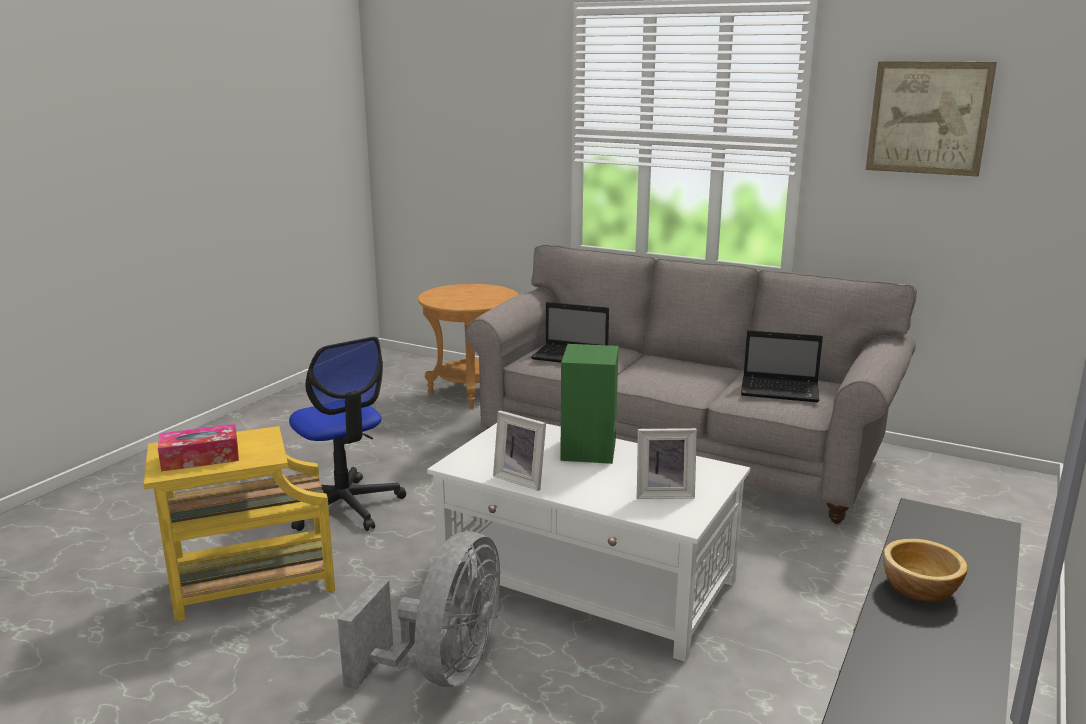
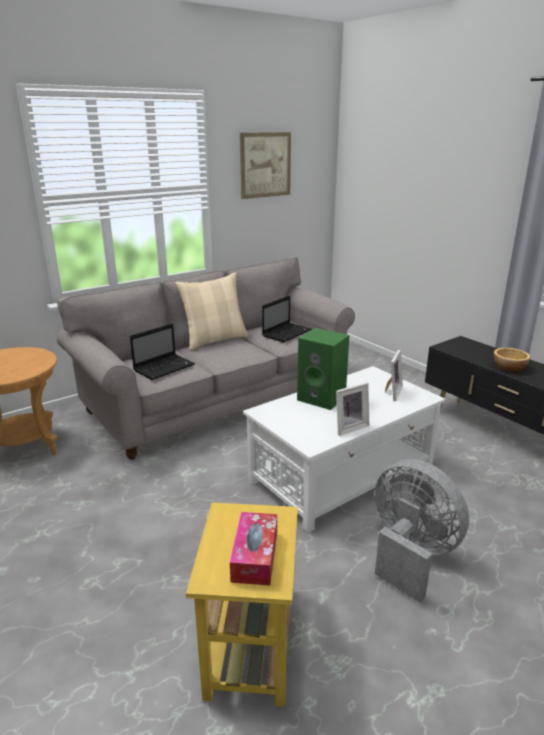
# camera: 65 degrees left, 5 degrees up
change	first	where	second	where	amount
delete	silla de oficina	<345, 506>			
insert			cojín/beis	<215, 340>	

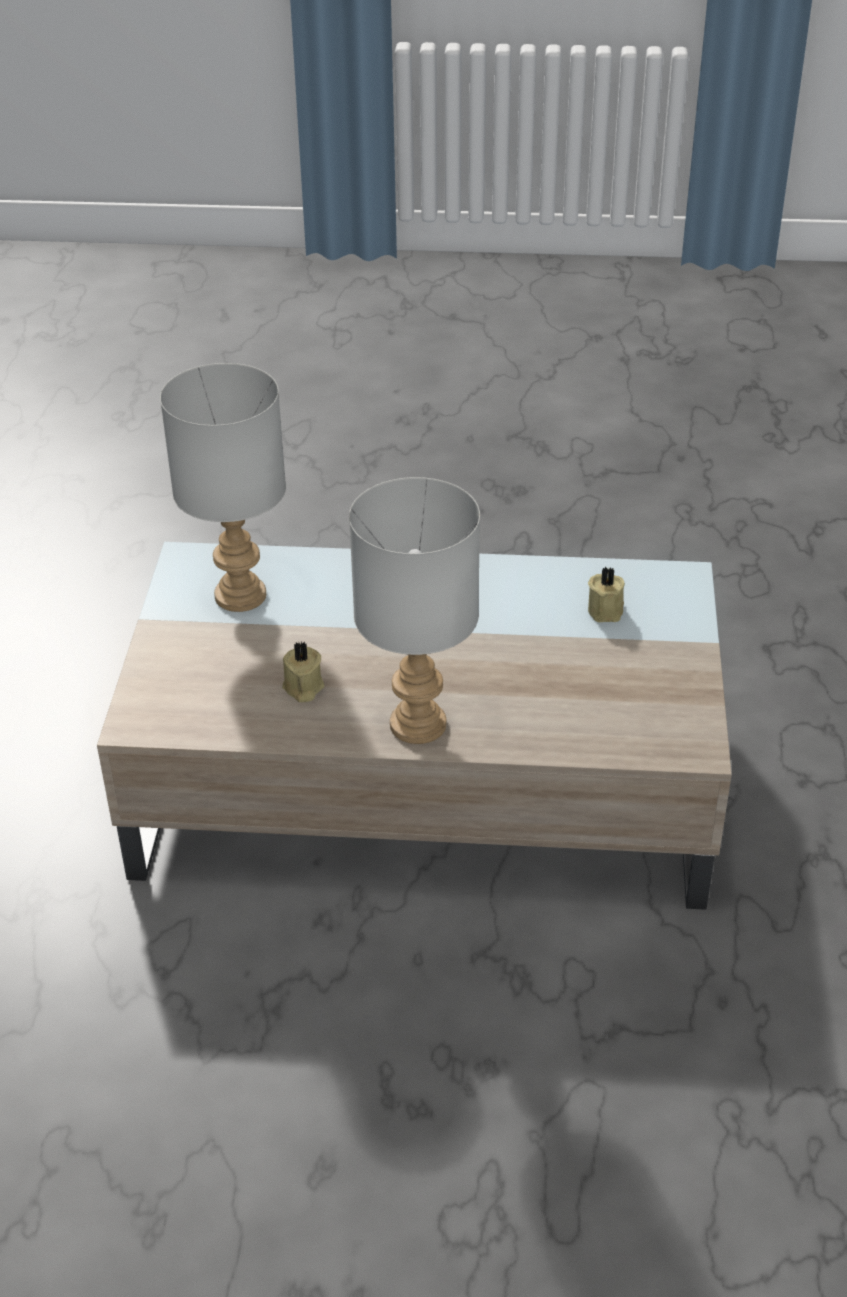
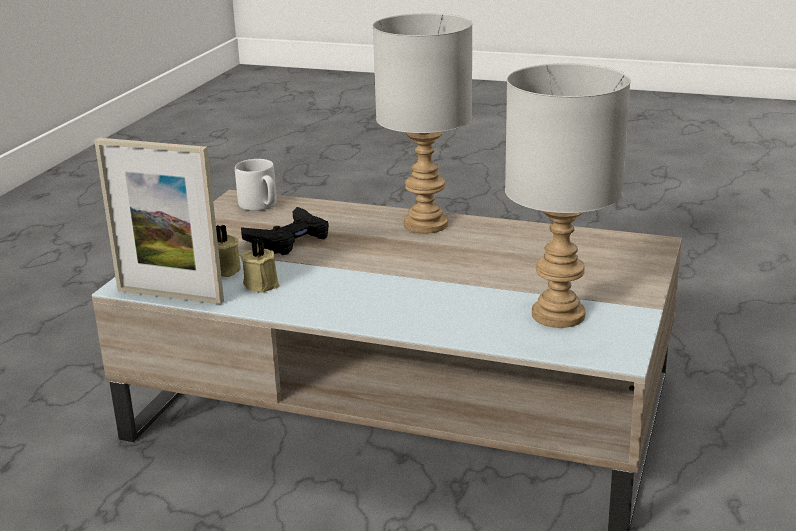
# camera: 165 degrees left, 15 degrees down
change	first	where	second	where	amount
insert			portarretratos	<170, 296>	
insert			taza grande/gris	<260, 205>	
insert			mando de consola/negro	<289, 239>	
move	vela/beis	<303, 688>		<262, 284>	

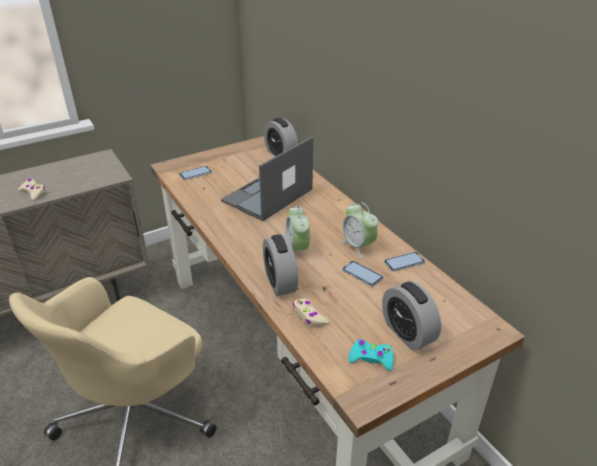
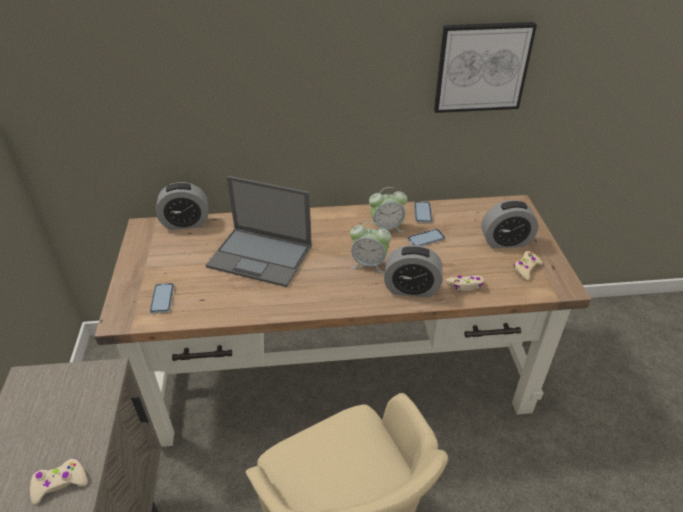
# camera: 65 degrees left, 5 degrees up
change	first	where	second	where	amount
insert			cuadro	<481, 67>	
recolor	mando de consola/turquesa	<371, 358>	mando de consola/beis	<526, 268>	
rotate	portátil	<267, 196>		<261, 256>	45 degrees counterclockwise

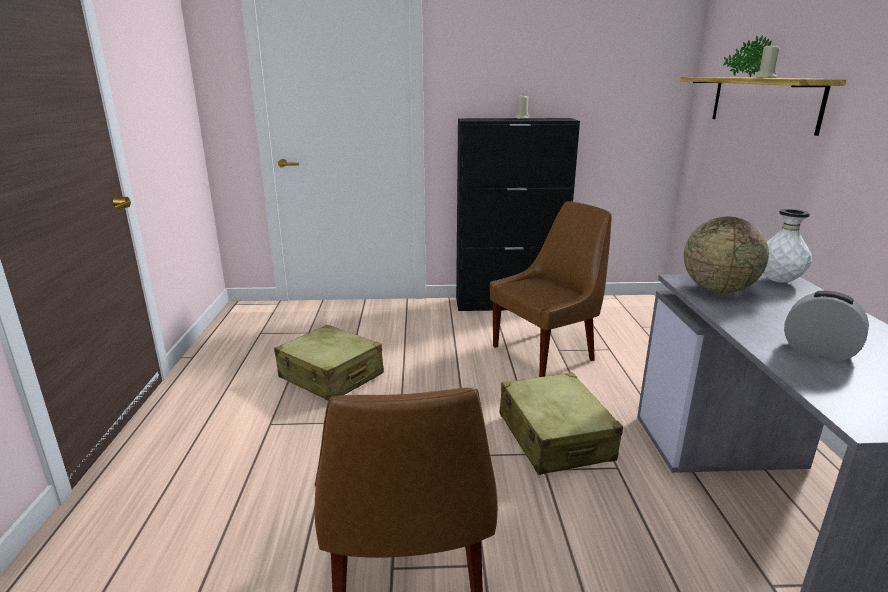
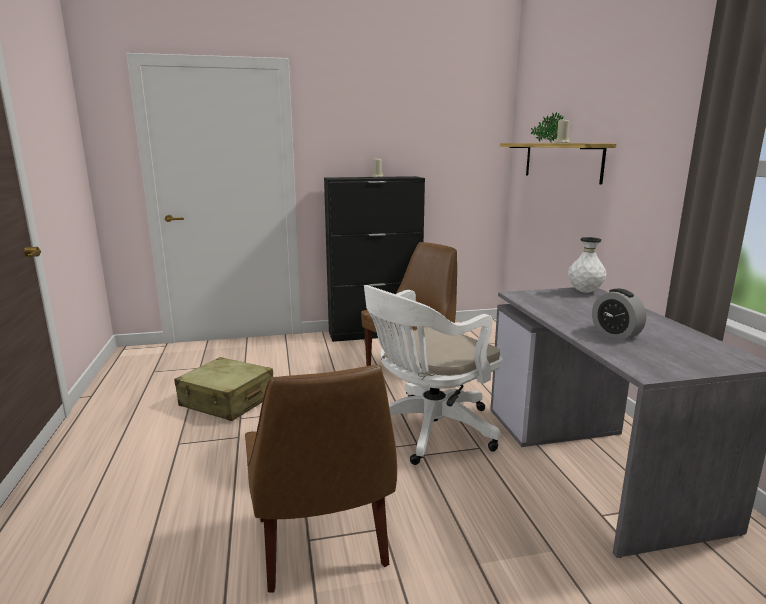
# camera: 10 degrees left, 5 degrees down
change	first	where	second	where	amount
delete	globo terráqueo	<718, 290>			
replace	maleta/beis	<555, 437>	silla de oficina/blanco	<427, 431>	
rotate	despertador	<818, 350>		<615, 333>	150 degrees counterclockwise

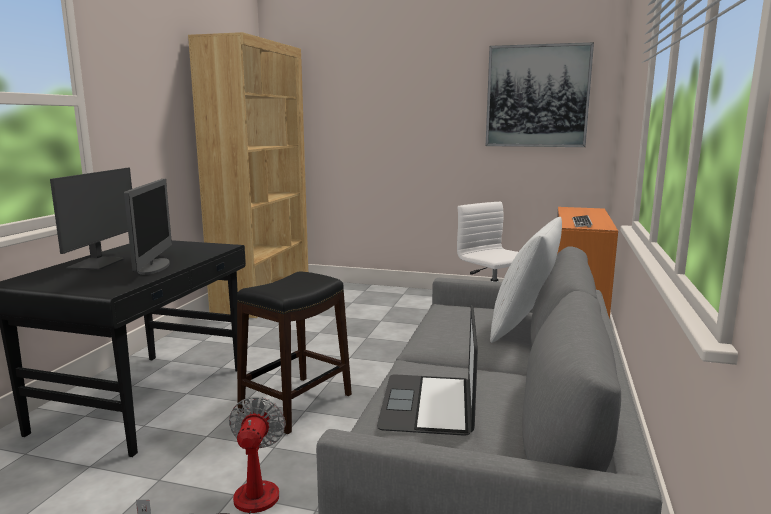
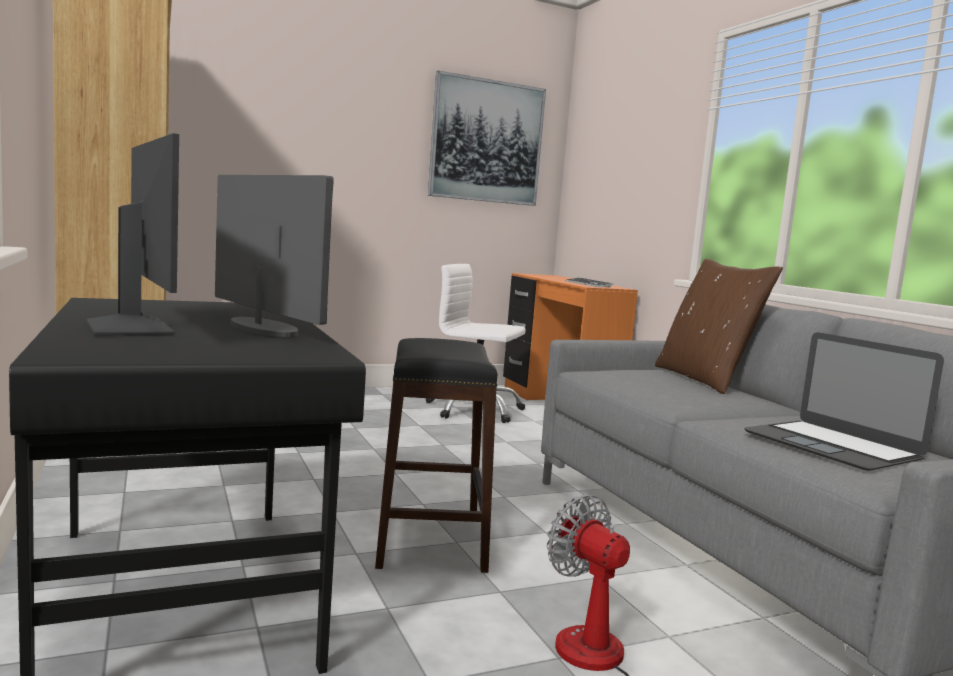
# camera: 40 degrees left, 5 degrees down
change	first	where	second	where	amount
recolor	cojín/blanco	<523, 327>	cojín/marrón	<705, 379>	

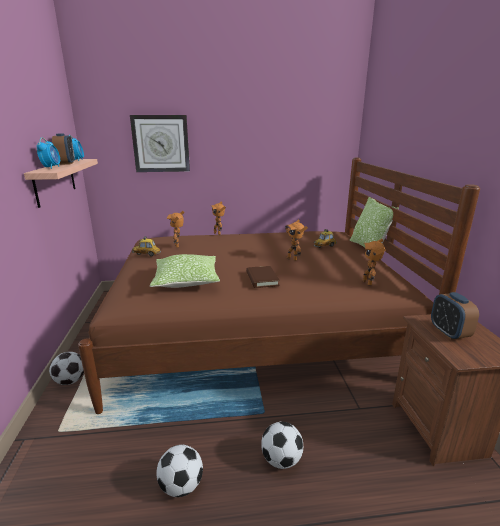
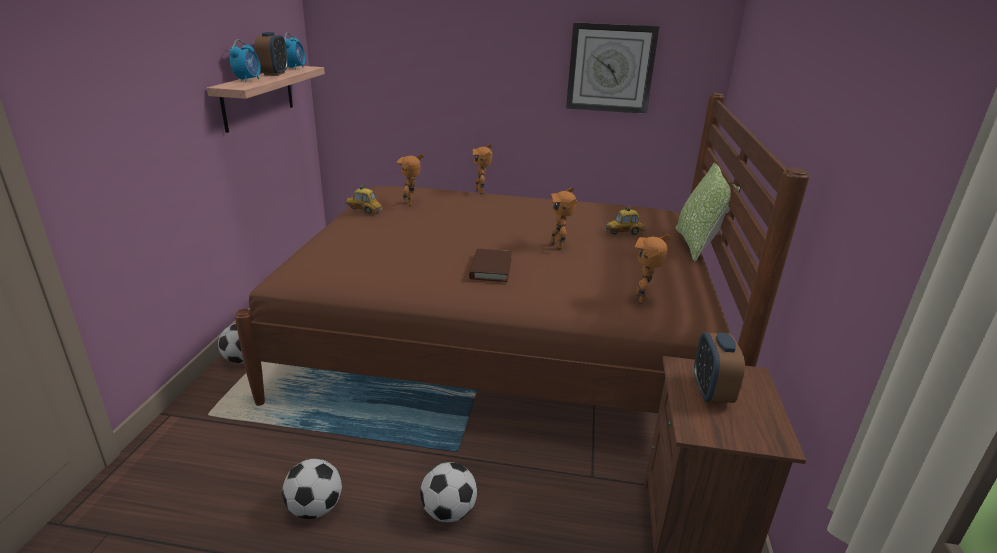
# camera: 15 degrees right, 5 degrees up
change	first	where	second	where	amount
delete	cojín	<186, 280>			
move	reloj de pared	<161, 144>		<610, 68>	

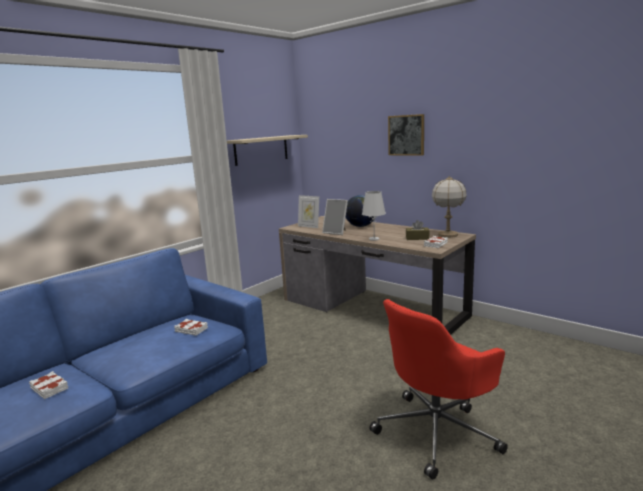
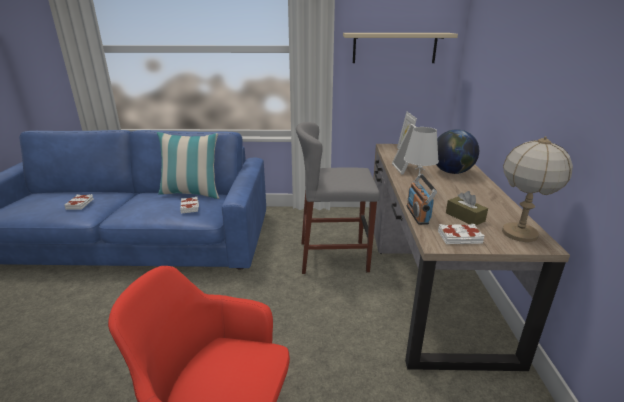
# camera: 50 degrees right, 10 degrees up
change	first	where	second	where	amount
delete	cuadro	<406, 135>			
insert			cojín	<191, 193>	
insert			taburete/gris	<333, 257>	
insert			radio	<417, 215>	

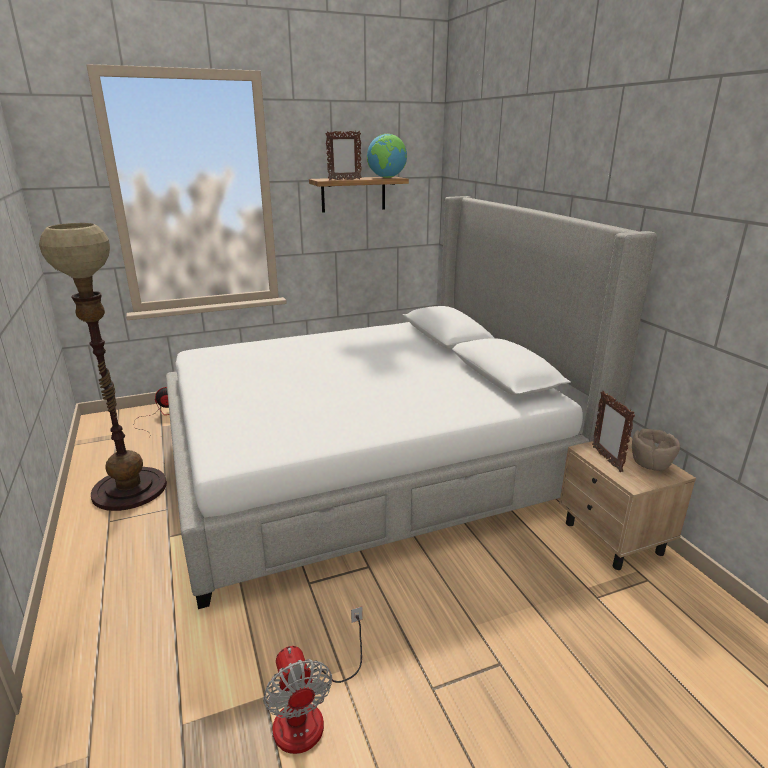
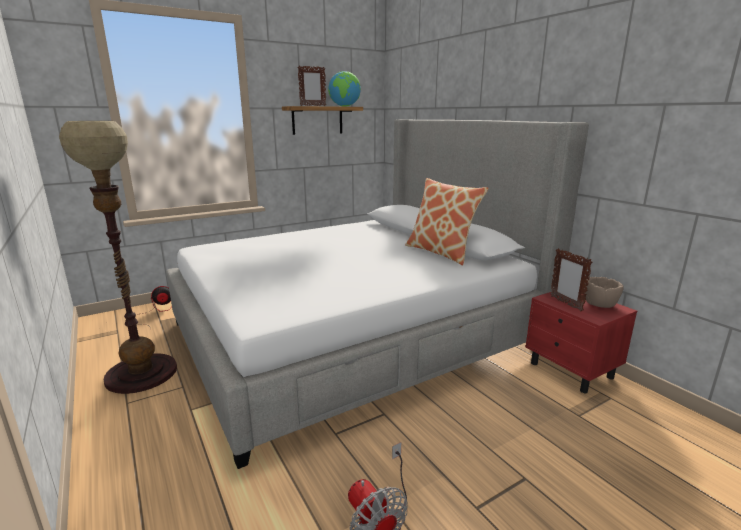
# camera: 10 degrees left, 5 degrees down
change	first	where	second	where	amount
insert			cojín	<441, 252>	
recolor	mesita de noche/beis	<613, 538>	mesita de noche/rojo	<571, 371>	

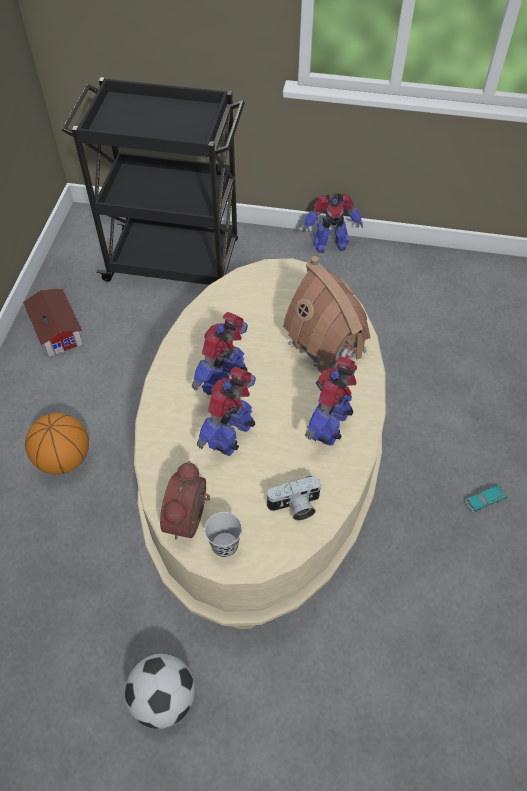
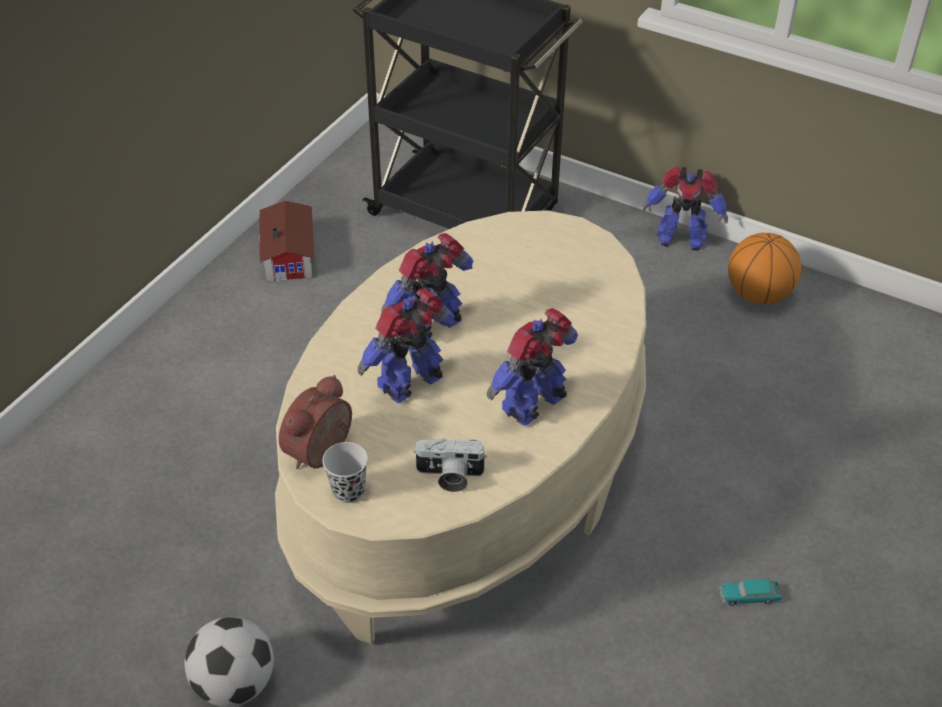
# camera: 20 degrees right, 10 degrees down
change	first	where	second	where	amount
delete	casita	<327, 346>			
move	balón de baloncesto	<64, 459>		<758, 295>	

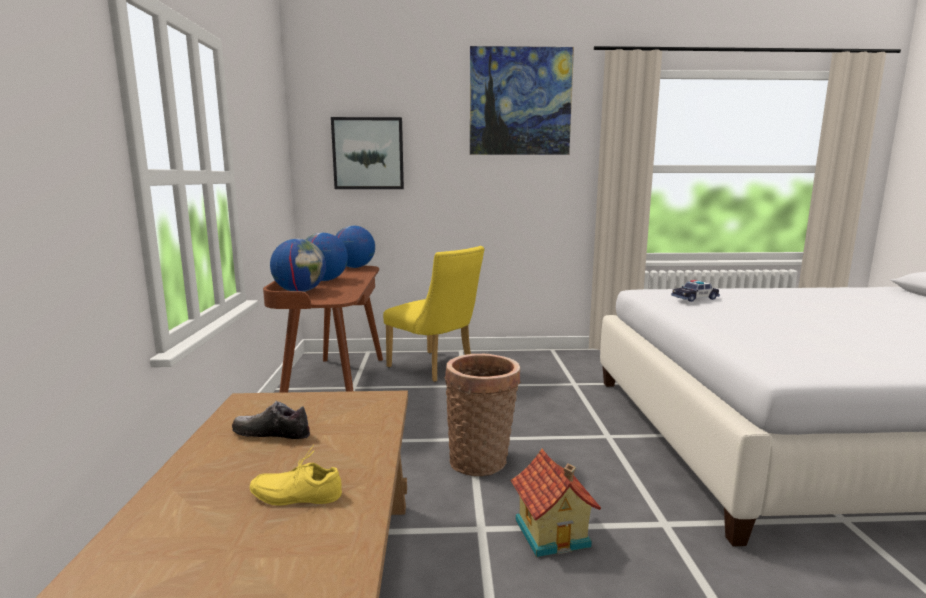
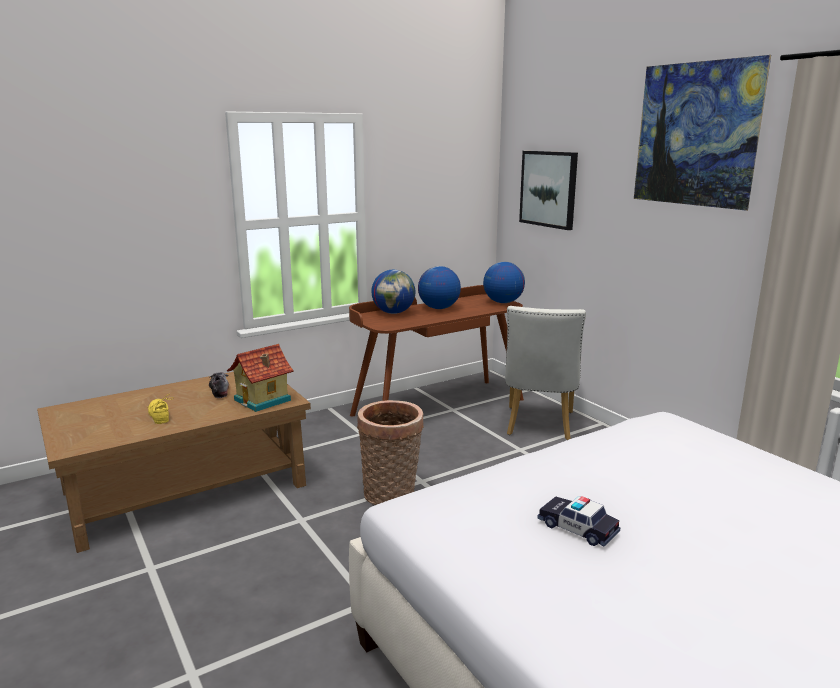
# camera: 60 degrees right, 5 degrees up
change	first	where	second	where	amount
move	casita	<553, 532>		<263, 400>	
move	coche de juguete	<695, 298>		<577, 528>	
recolor	silla/amarillo	<435, 368>	silla/blanco	<539, 426>	

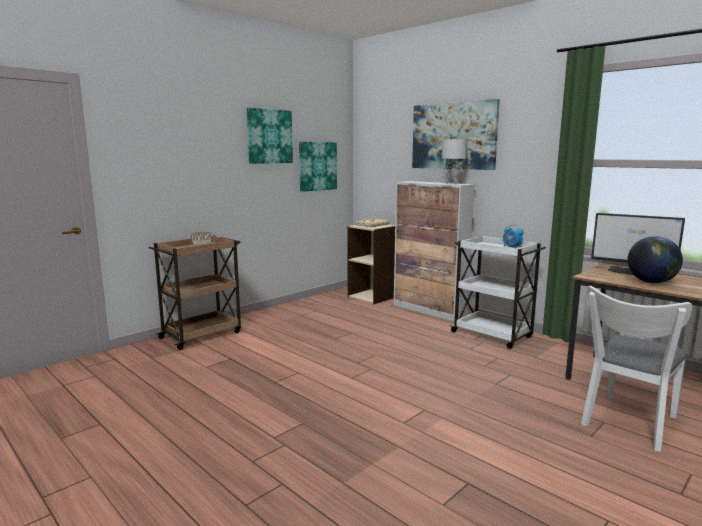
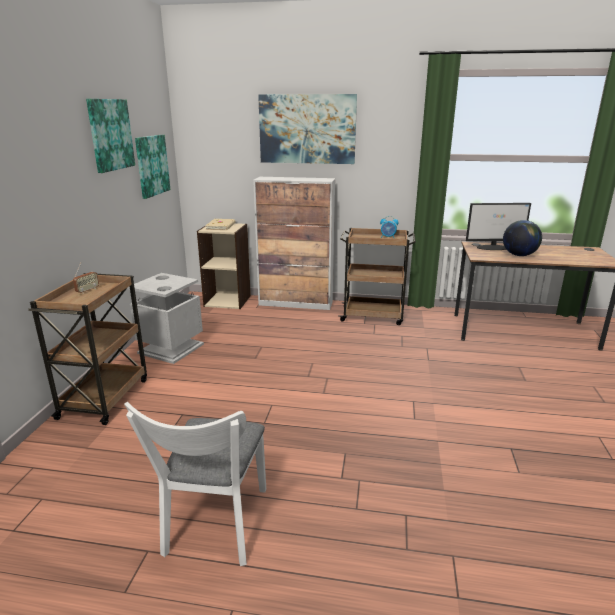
# camera: 35 degrees left, 10 degrees up
change	first	where	second	where	amount
delete	lámpara de mesa/gris	<452, 184>			
insert			papelera/gris	<171, 348>	
move	silla/blanco	<627, 424>		<215, 527>	
recolor	carrito/blanco	<493, 335>	carrito/marrón	<373, 316>	

